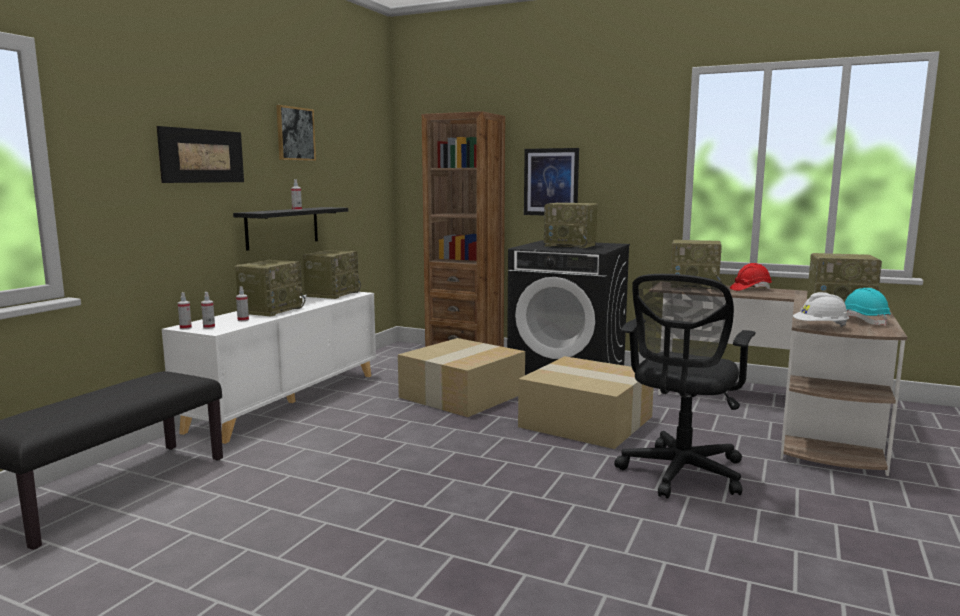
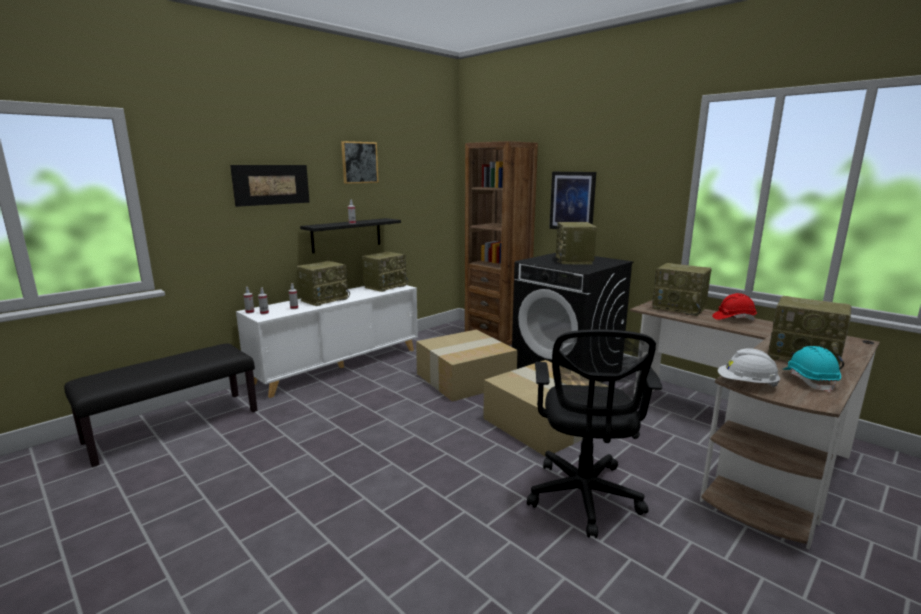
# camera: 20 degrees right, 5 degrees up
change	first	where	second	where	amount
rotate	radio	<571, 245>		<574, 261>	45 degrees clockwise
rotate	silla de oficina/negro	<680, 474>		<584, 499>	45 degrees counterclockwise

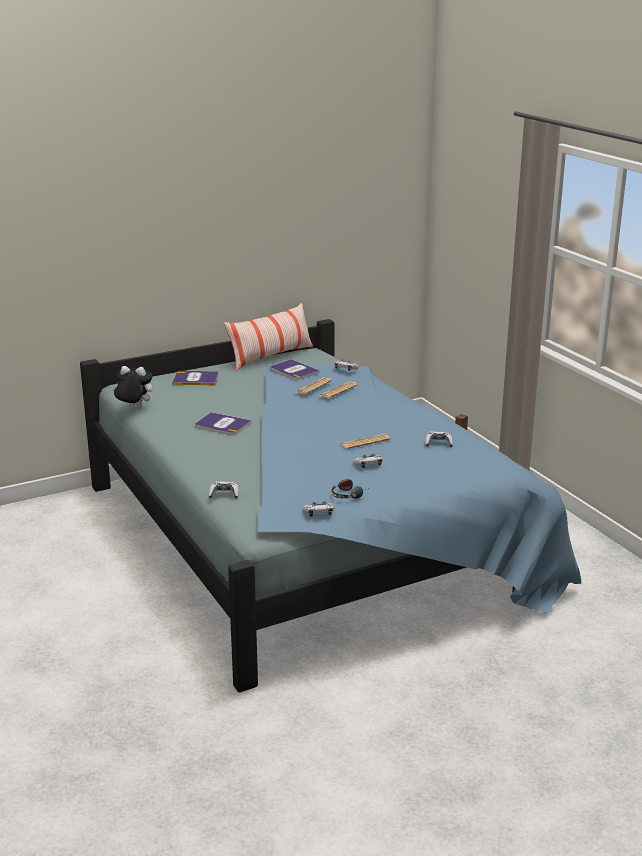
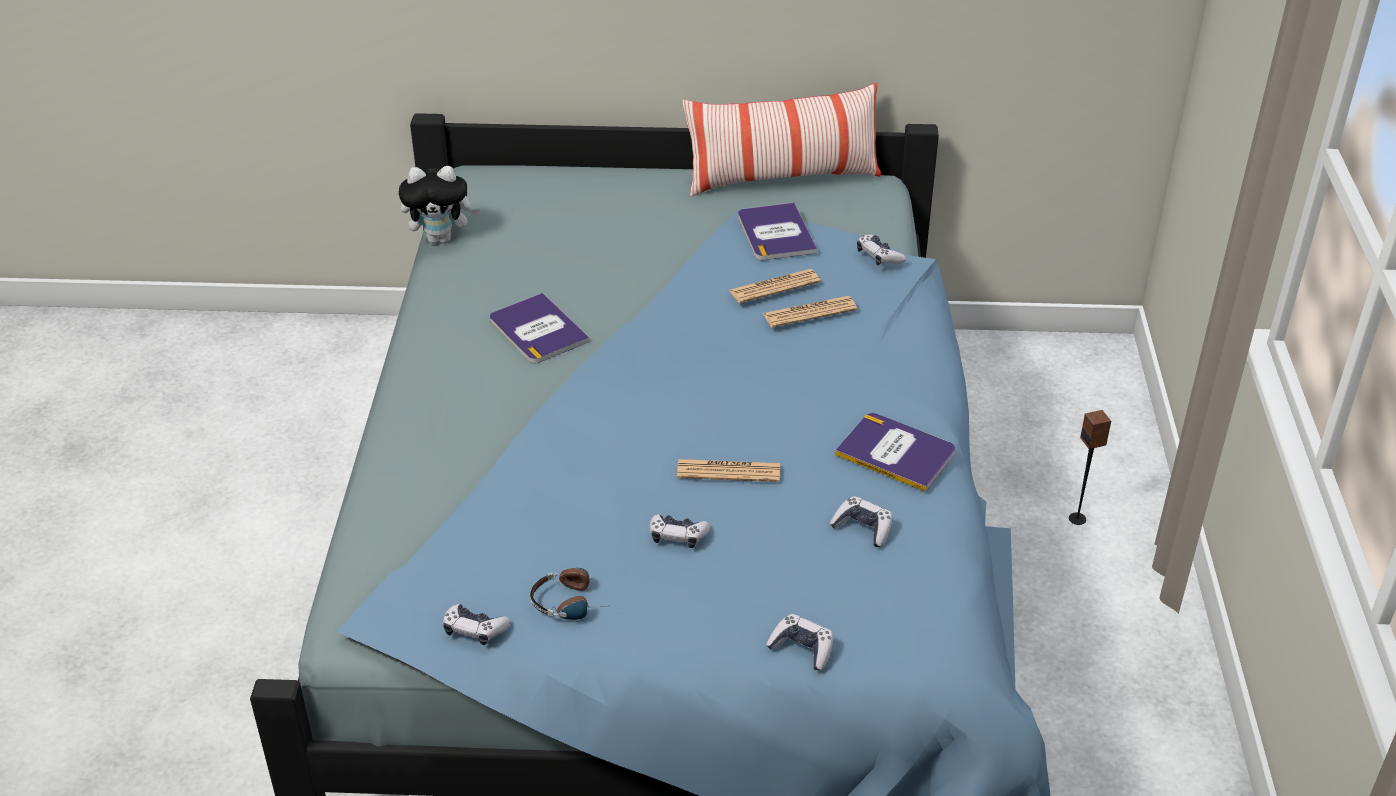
# camera: 30 degrees right, 15 degrees up
change	first	where	second	where	amount
move	libro	<196, 379>		<896, 452>	
move	mando de consola	<224, 494>		<802, 648>	
rotate	peluche	<134, 408>		<441, 238>	135 degrees clockwise

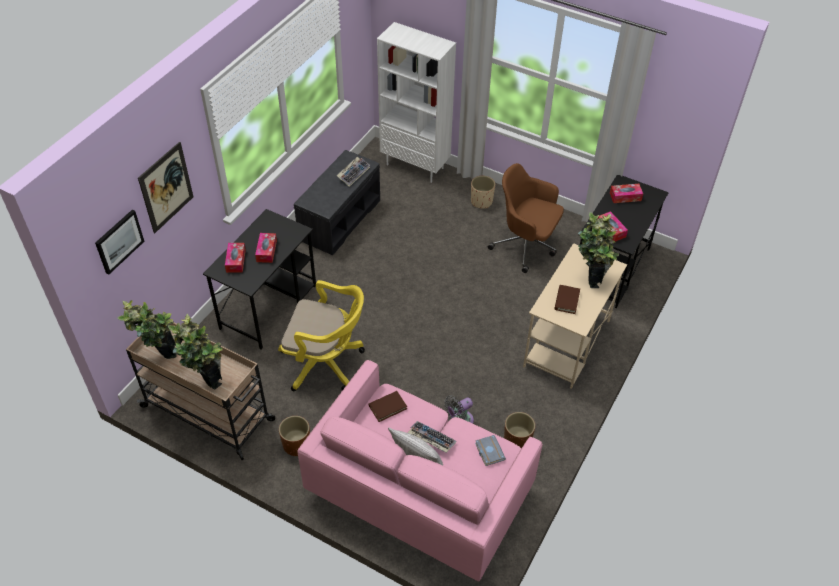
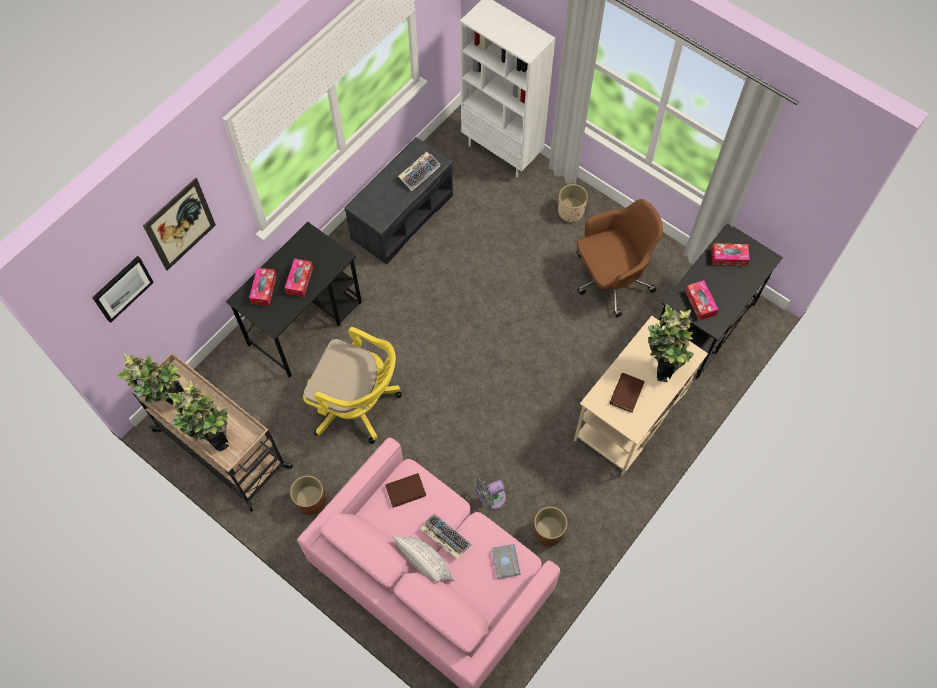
# camera: 10 degrees right, 15 degrees up
change	first	where	second	where	amount
rotate	silla de oficina/marrón	<526, 245>		<610, 280>	120 degrees clockwise

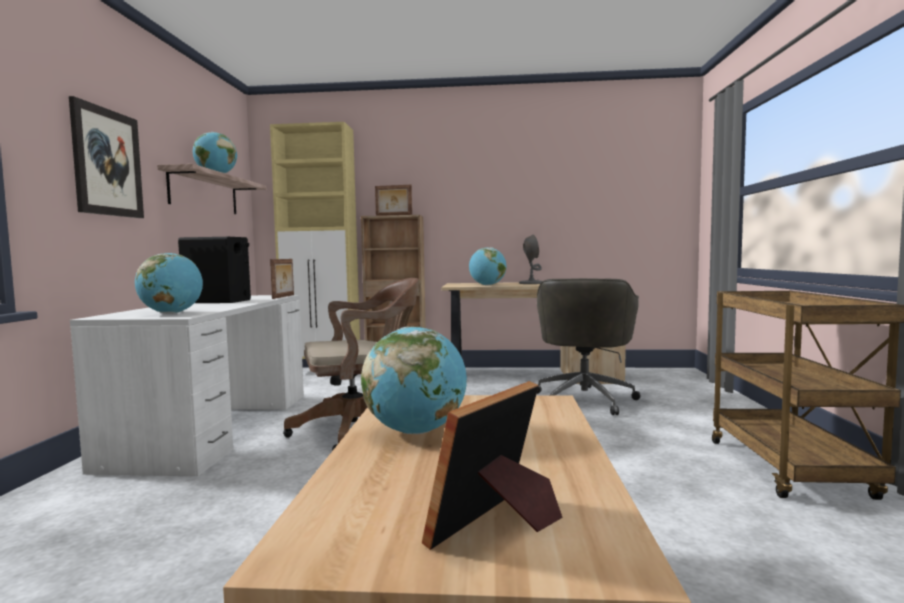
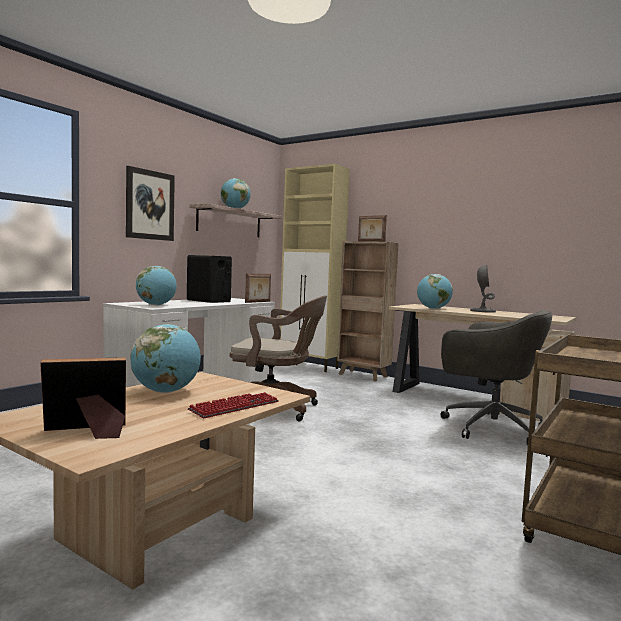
# camera: 30 degrees right, 0 degrees up
change	first	where	second	where	amount
insert			teclado	<235, 407>	
rotate	silla de oficina/gris	<584, 399>		<489, 427>	105 degrees counterclockwise

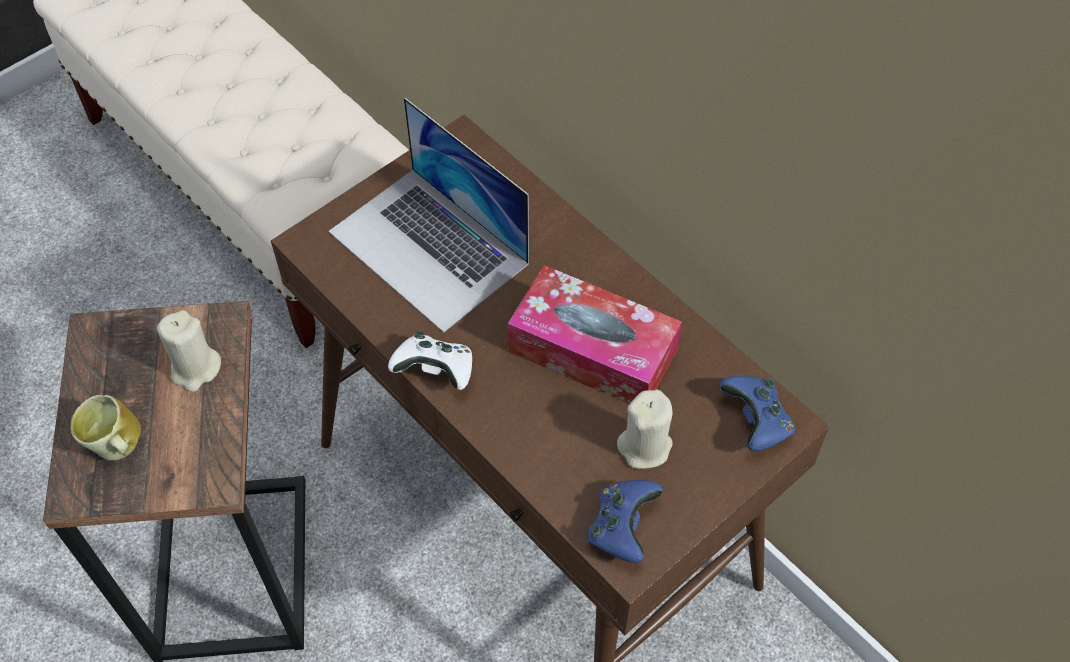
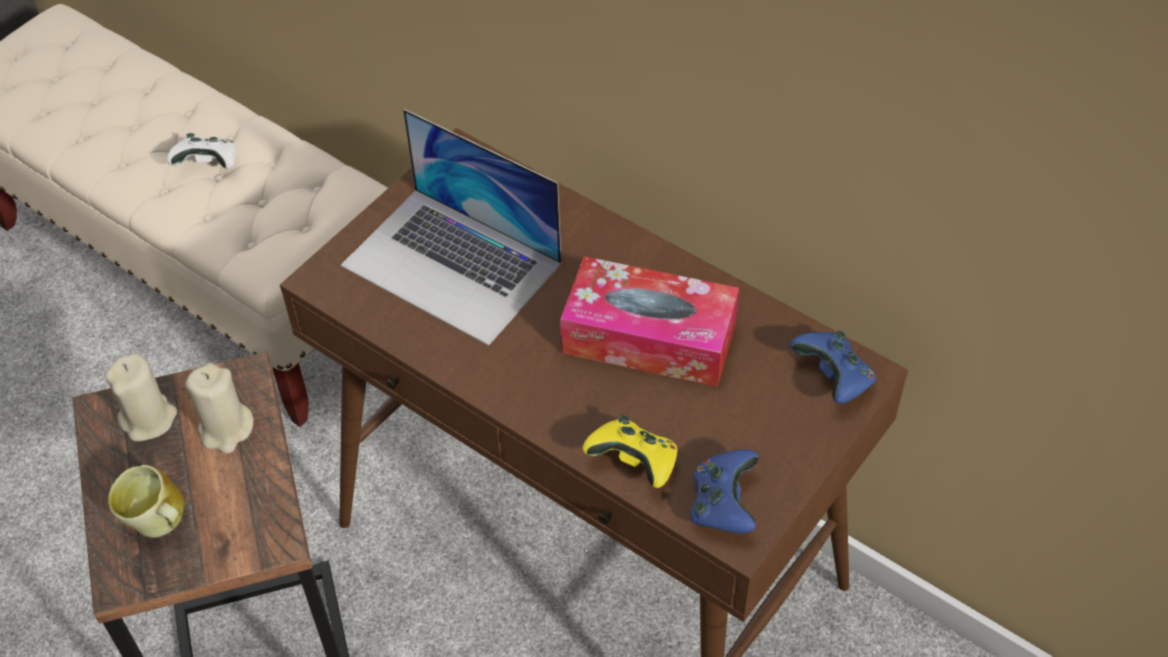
# camera: 10 degrees left, 5 degrees down
change	first	where	second	where	amount
insert			mando de consola/amarillo	<635, 463>	
move	mando de consola/blanco	<436, 371>		<209, 165>	
move	vela/beis	<645, 446>		<149, 419>	

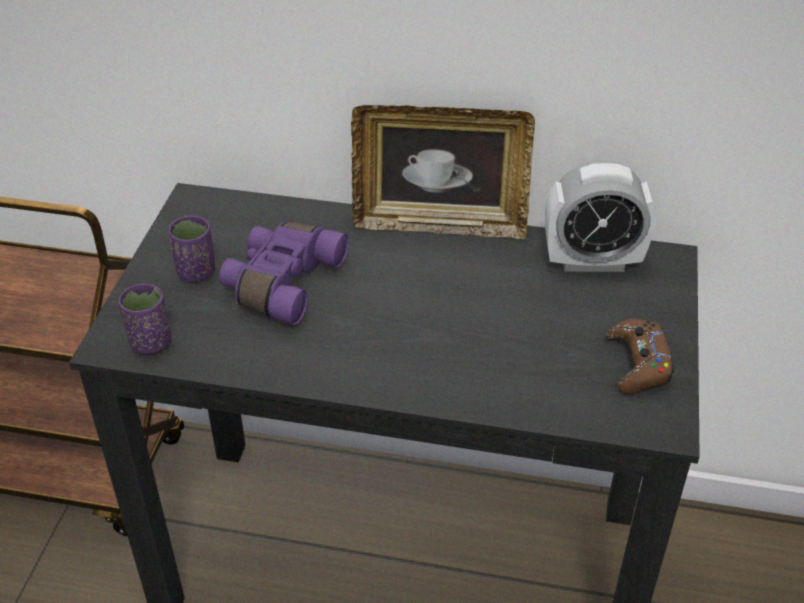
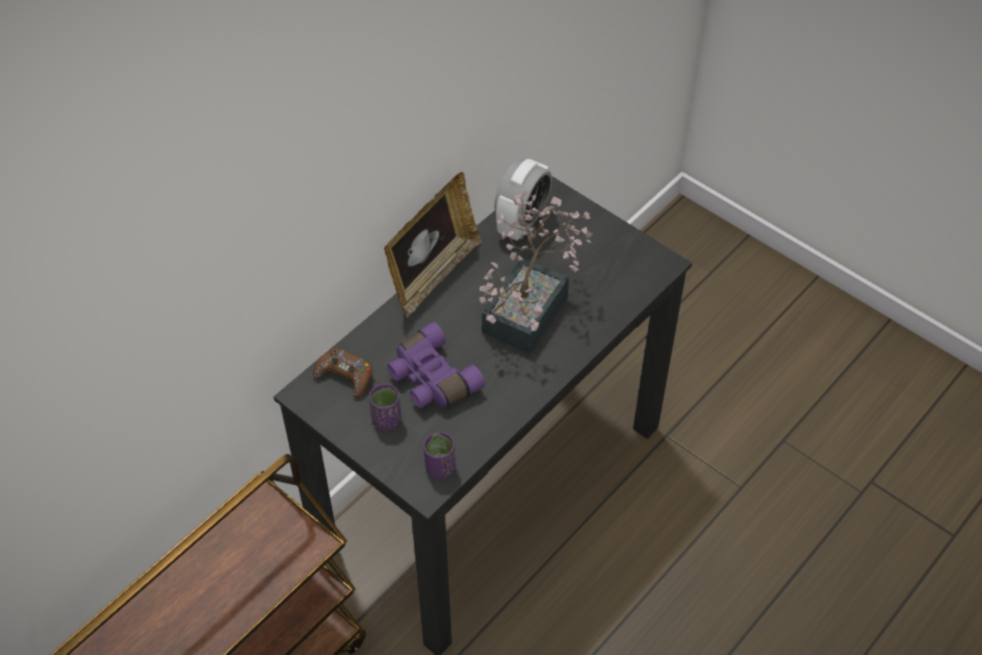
# camera: 60 degrees left, 10 degrees up
change	first	where	second	where	amount
insert			planta en maceta	<531, 307>	
move	mando de consola/marrón	<638, 364>		<345, 376>	

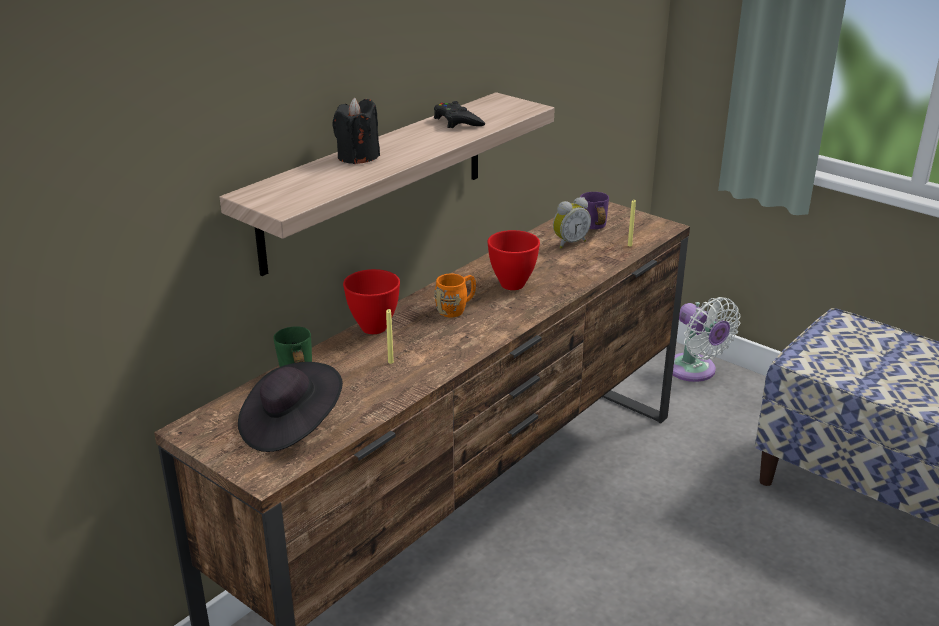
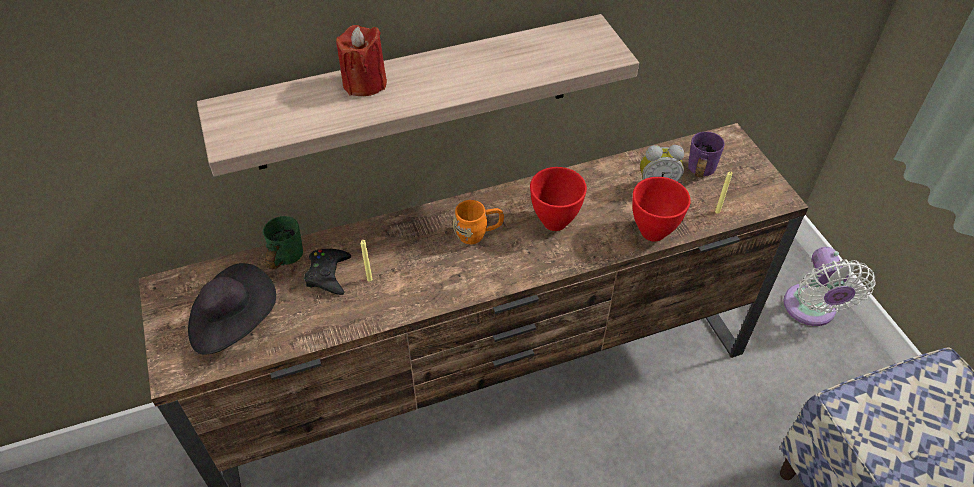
# camera: 30 degrees right, 20 degrees up
change	first	where	second	where	amount
move	cuenco/rojo	<375, 327>		<654, 231>	
move	mando de consola/negro	<457, 121>		<328, 274>	
recolor	vela/negro	<358, 157>	vela/rojo	<364, 83>	

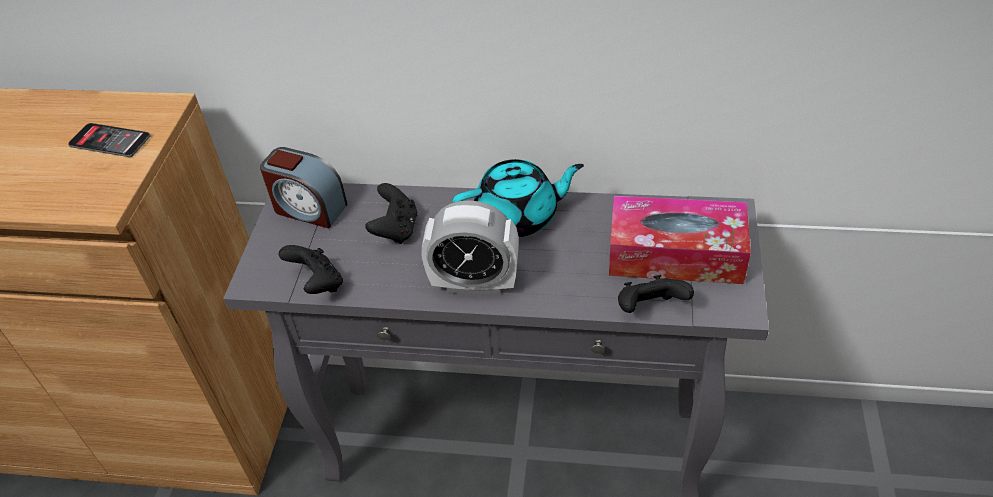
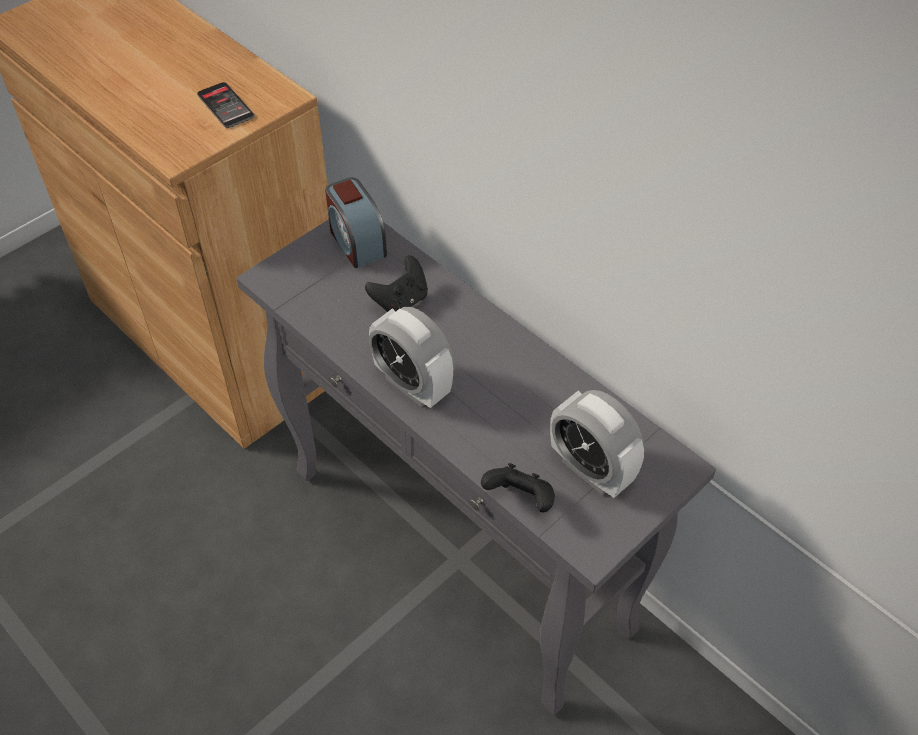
# camera: 35 degrees right, 5 degrees up
change	first	where	second	where	amount
delete	mando de consola/negro	<317, 284>			
delete	tetera/turquesa	<518, 217>			
replace	caja de pañuelos	<675, 254>	despertador	<591, 470>	

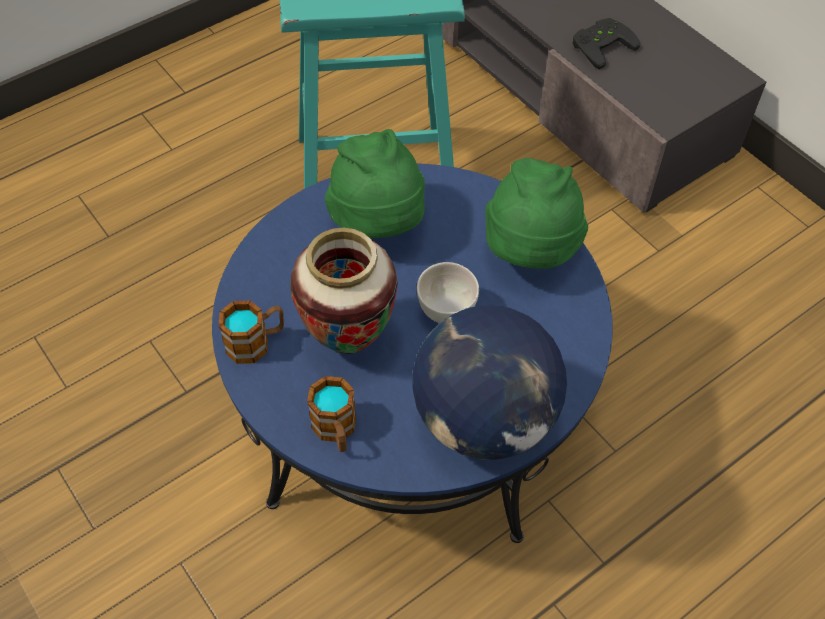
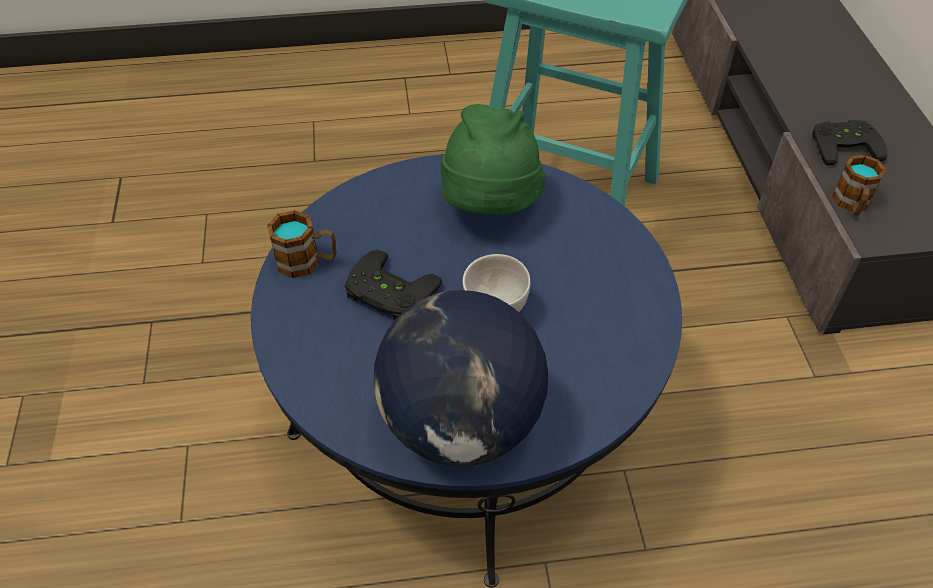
# camera: 30 degrees right, 5 degrees down
change	first	where	second	where	amount
delete	sombrero/verde	<530, 252>			
move	taza grande	<336, 431>		<851, 204>	
replace	florero	<348, 339>	mando de consola/negro	<387, 294>	

